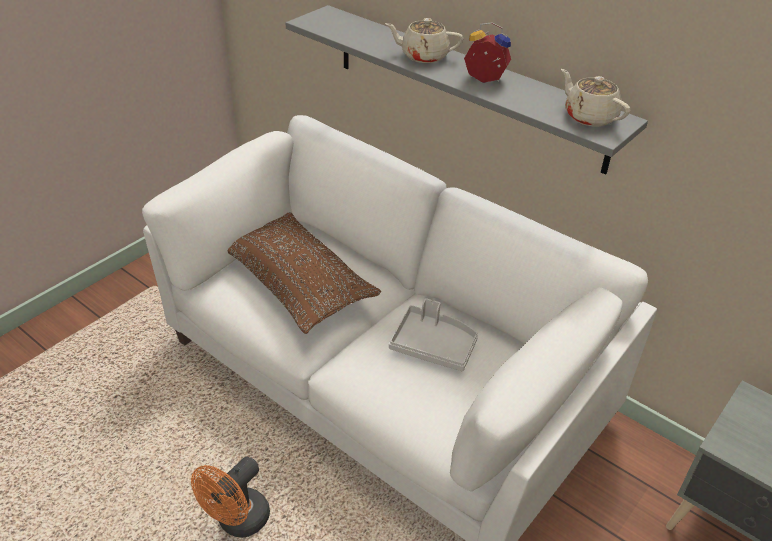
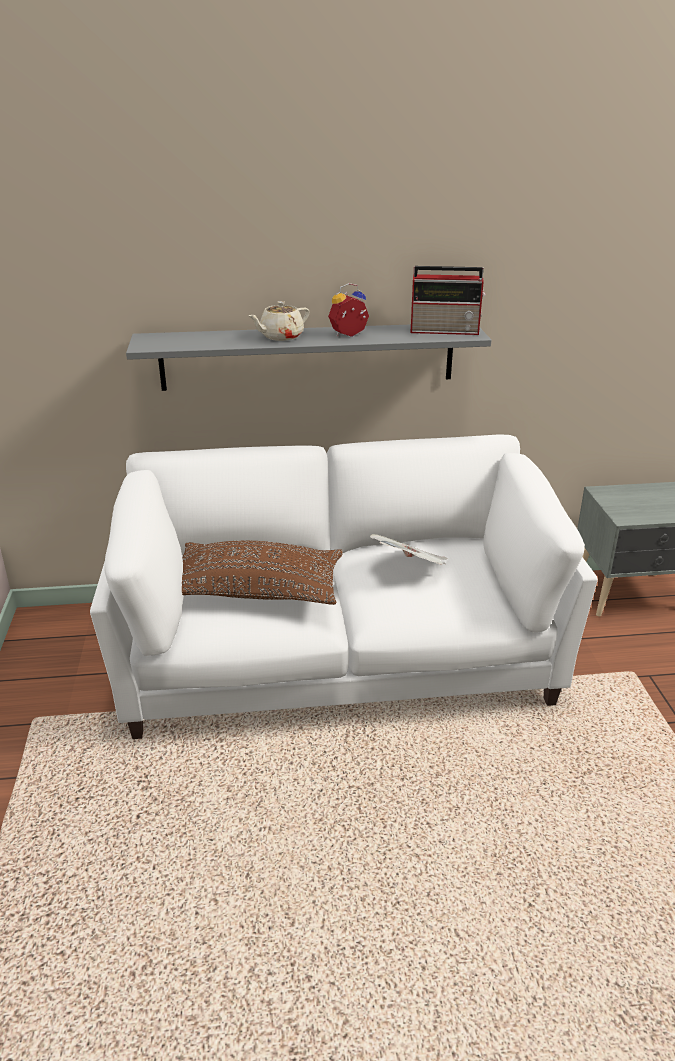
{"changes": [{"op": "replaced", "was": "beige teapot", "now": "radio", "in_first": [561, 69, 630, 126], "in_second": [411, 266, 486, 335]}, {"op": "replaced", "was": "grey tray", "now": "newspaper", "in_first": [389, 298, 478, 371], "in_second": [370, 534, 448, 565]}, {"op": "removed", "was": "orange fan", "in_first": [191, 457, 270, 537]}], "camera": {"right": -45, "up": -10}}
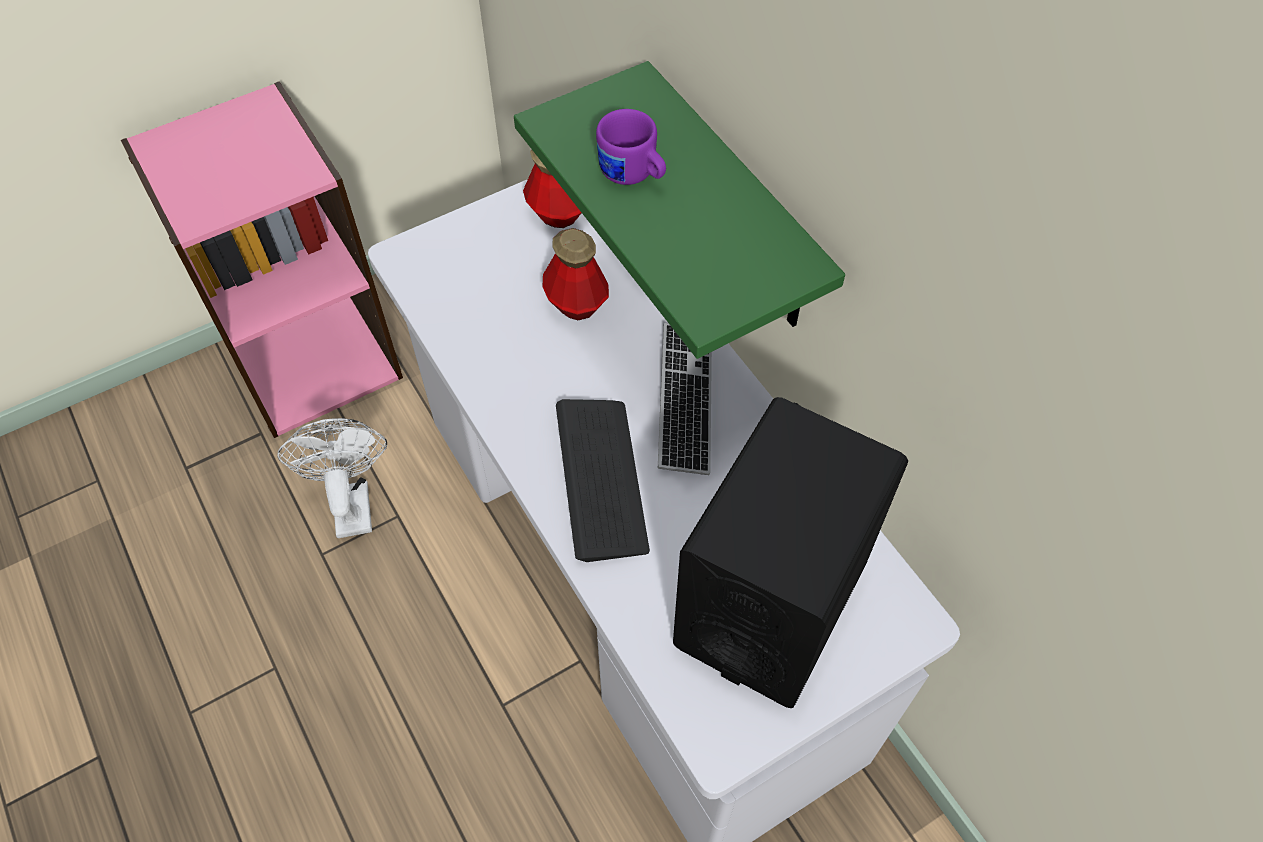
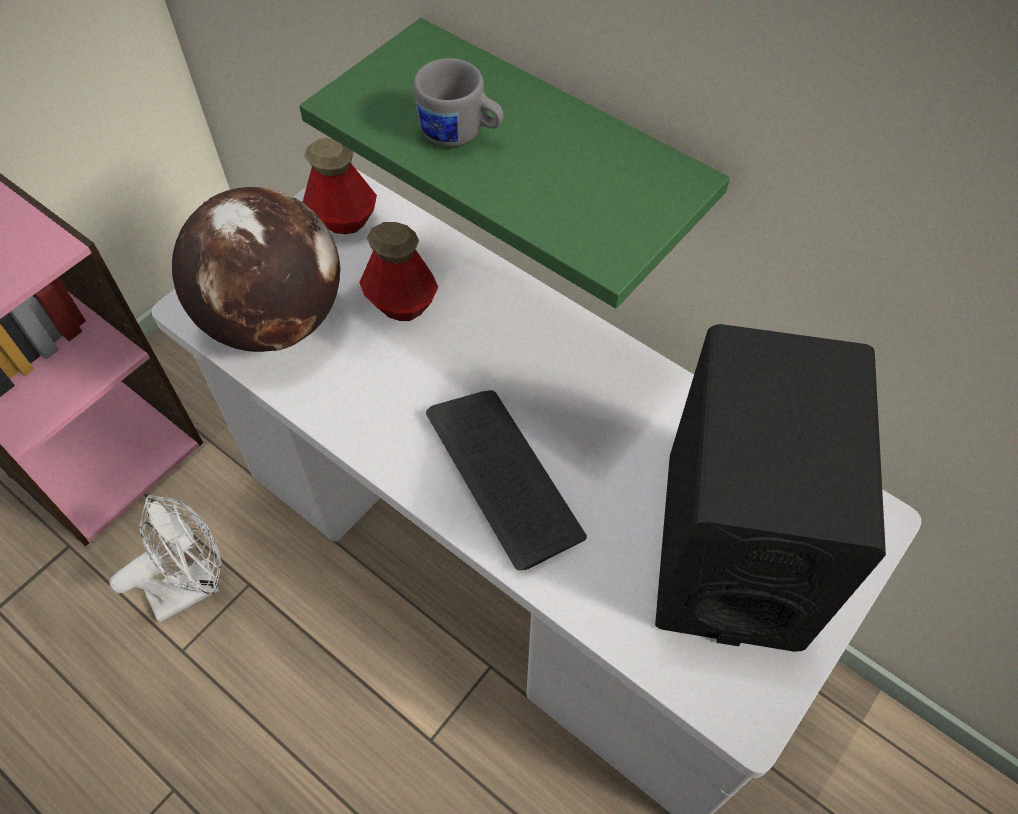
{"changes": [{"op": "recoloured", "was": "purple mug", "now": "grey mug", "in_first": [596, 109, 666, 185], "in_second": [413, 58, 504, 147]}, {"op": "removed", "was": "keyboard", "in_first": [658, 323, 712, 475]}, {"op": "turned", "was": "white fan", "in_first": [277, 418, 387, 538], "in_second": [109, 495, 222, 622], "clockwise": 90}, {"op": "added", "now": "globe", "in_second": [172, 187, 340, 352]}], "camera": {"right": -20, "up": 0}}
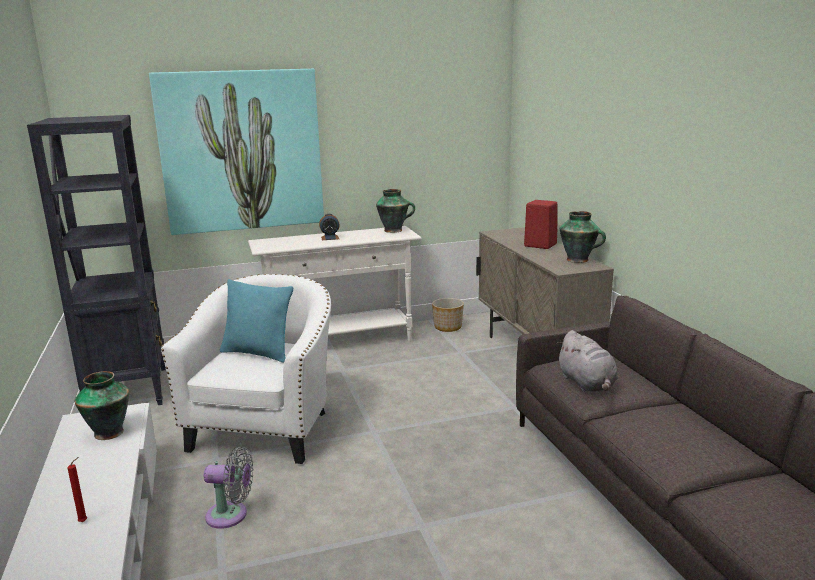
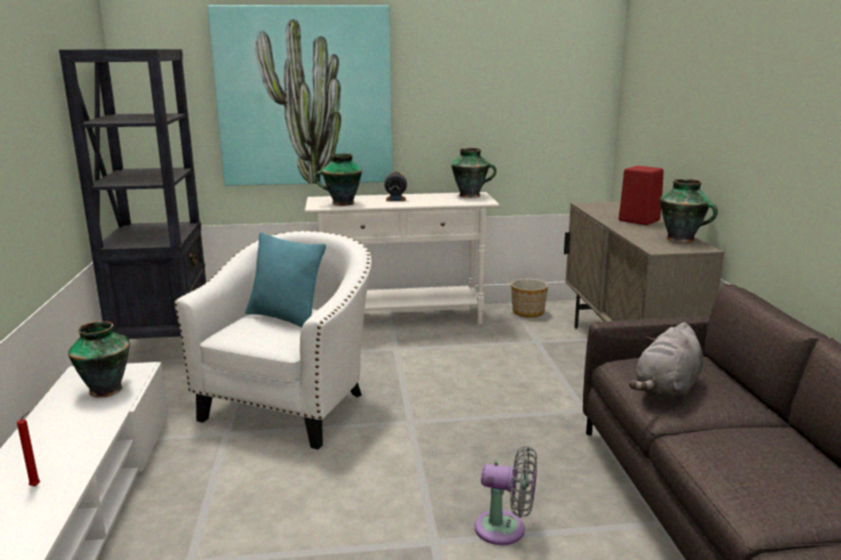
{"changes": [{"op": "turned", "was": "grey plush toy", "in_first": [556, 330, 618, 392], "in_second": [629, 322, 703, 402], "clockwise": 45}, {"op": "moved", "was": "grey fan", "in_first": [204, 447, 254, 529], "in_second": [475, 446, 537, 545]}, {"op": "added", "now": "vase", "in_second": [315, 154, 362, 206]}], "camera": {"right": 10, "up": 0}}
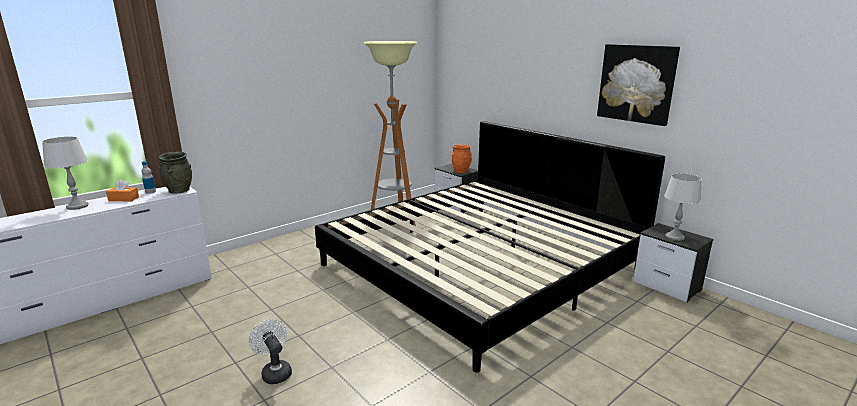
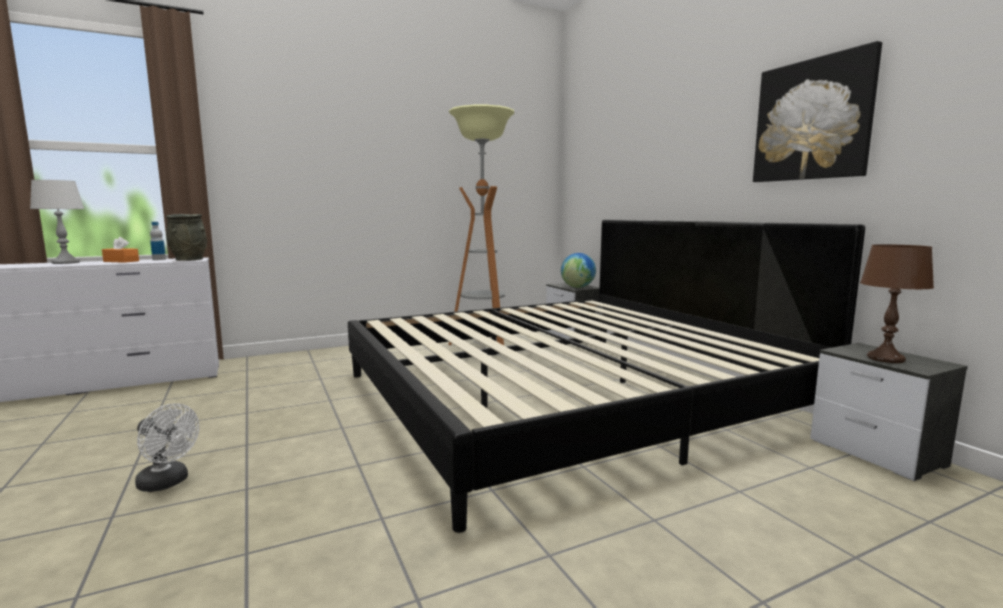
{"changes": [{"op": "replaced", "was": "orange vase", "now": "globe", "in_first": [452, 145, 472, 173], "in_second": [561, 253, 596, 288]}, {"op": "recoloured", "was": "grey table lamp", "now": "brown table lamp", "in_first": [664, 173, 702, 241], "in_second": [860, 244, 934, 363]}, {"op": "turned", "was": "white fan", "in_first": [249, 319, 292, 384], "in_second": [135, 403, 199, 492], "clockwise": 135}], "camera": {"right": 15, "up": -10}}
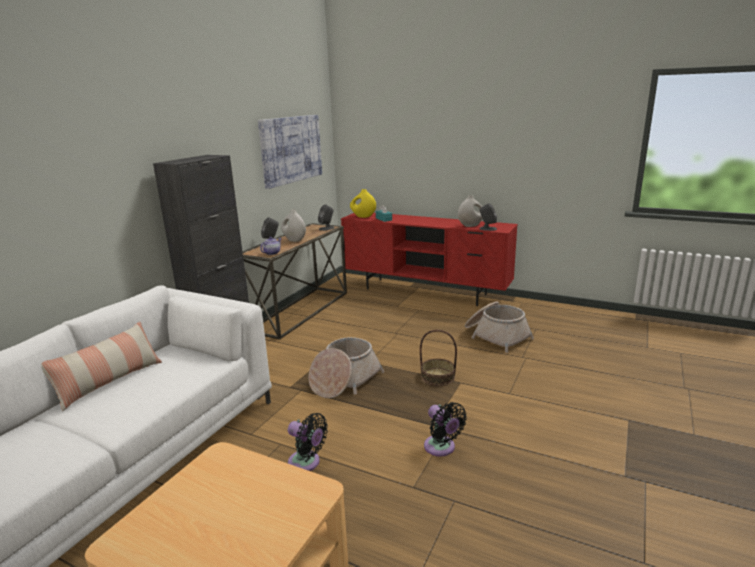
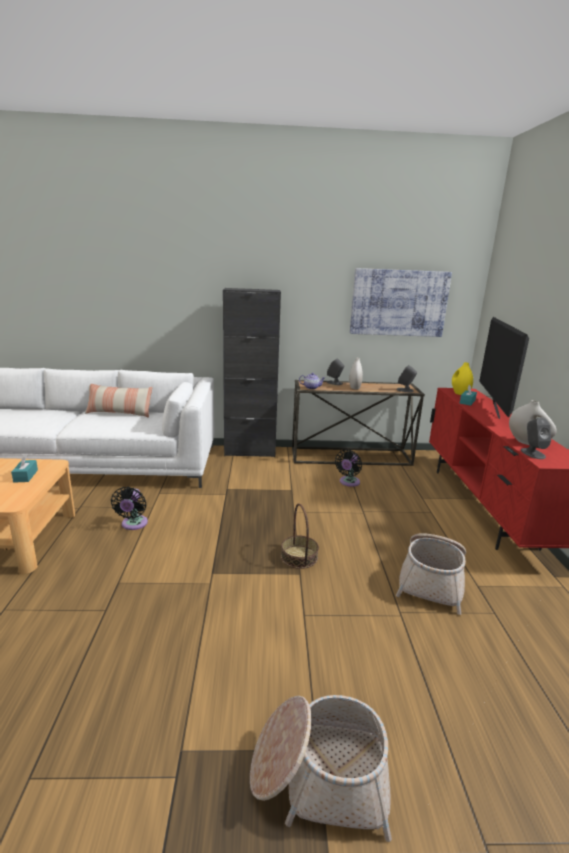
{"changes": [{"op": "moved", "was": "basket", "in_first": [309, 337, 384, 398], "in_second": [250, 695, 392, 842]}, {"op": "moved", "was": "black fan", "in_first": [424, 402, 467, 456], "in_second": [335, 450, 362, 487]}, {"op": "added", "now": "television", "in_second": [479, 317, 529, 419]}, {"op": "added", "now": "turquoise tissue box", "in_second": [11, 455, 38, 483]}], "camera": {"right": 60, "up": 0}}
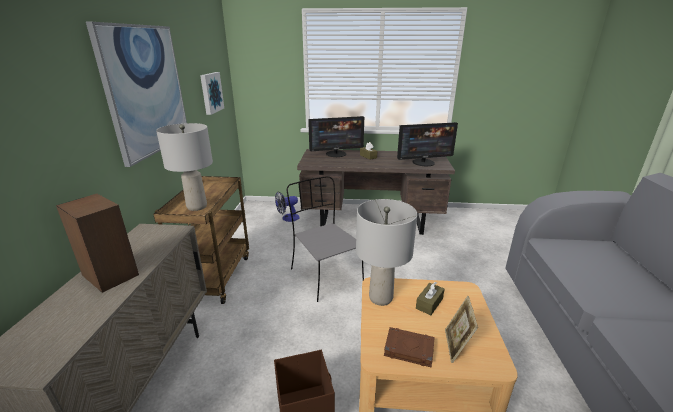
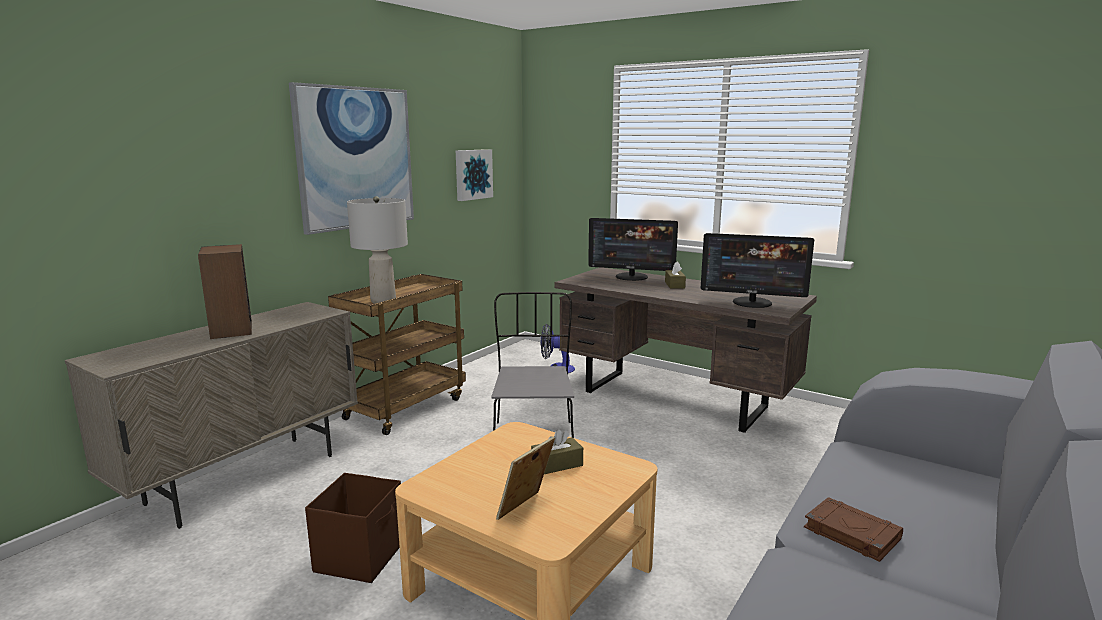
{"changes": [{"op": "removed", "was": "grey table lamp", "in_first": [356, 199, 417, 306]}, {"op": "moved", "was": "brown book", "in_first": [384, 327, 435, 368], "in_second": [804, 497, 903, 562]}], "camera": {"right": 30, "up": -10}}
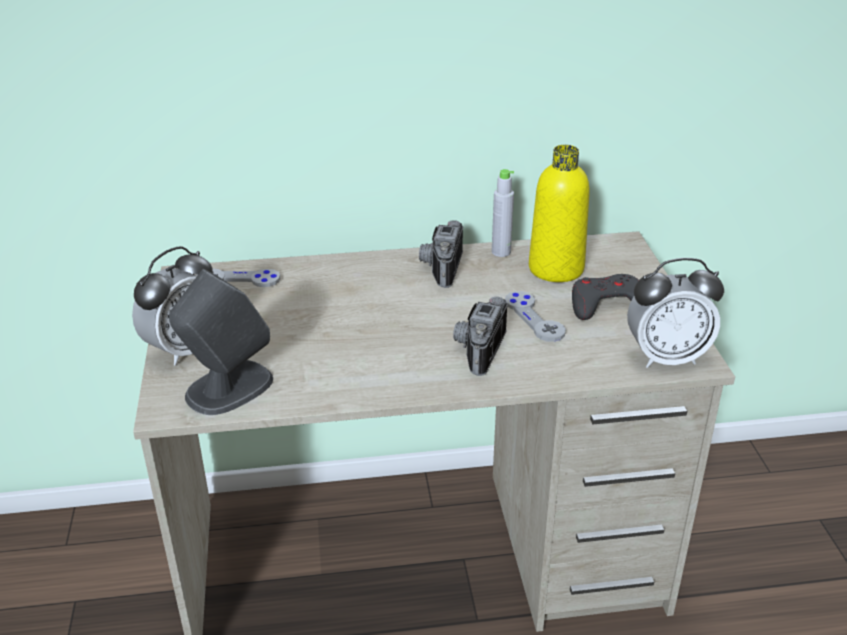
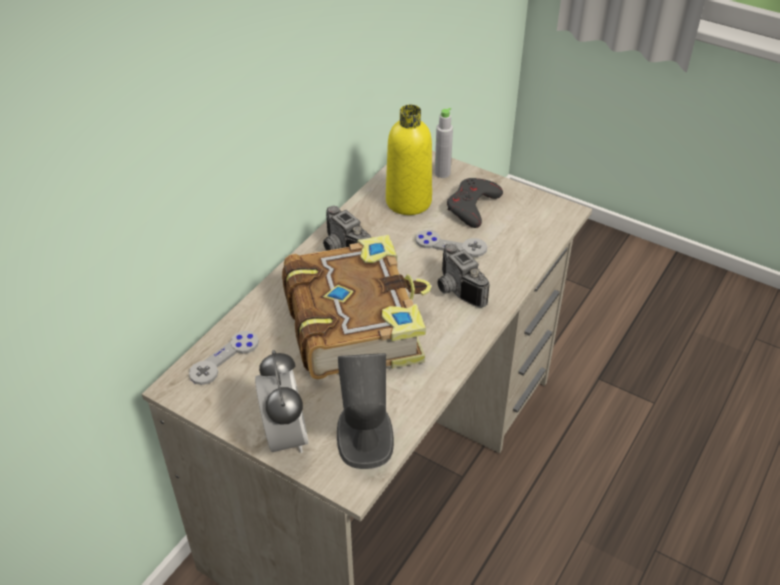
{"changes": [{"op": "moved", "was": "grey bottle", "in_first": [492, 169, 514, 257], "in_second": [435, 108, 453, 178]}, {"op": "removed", "was": "alarm clock", "in_first": [627, 258, 724, 368]}, {"op": "added", "now": "book", "in_second": [282, 235, 431, 380]}], "camera": {"right": -50, "up": 10}}
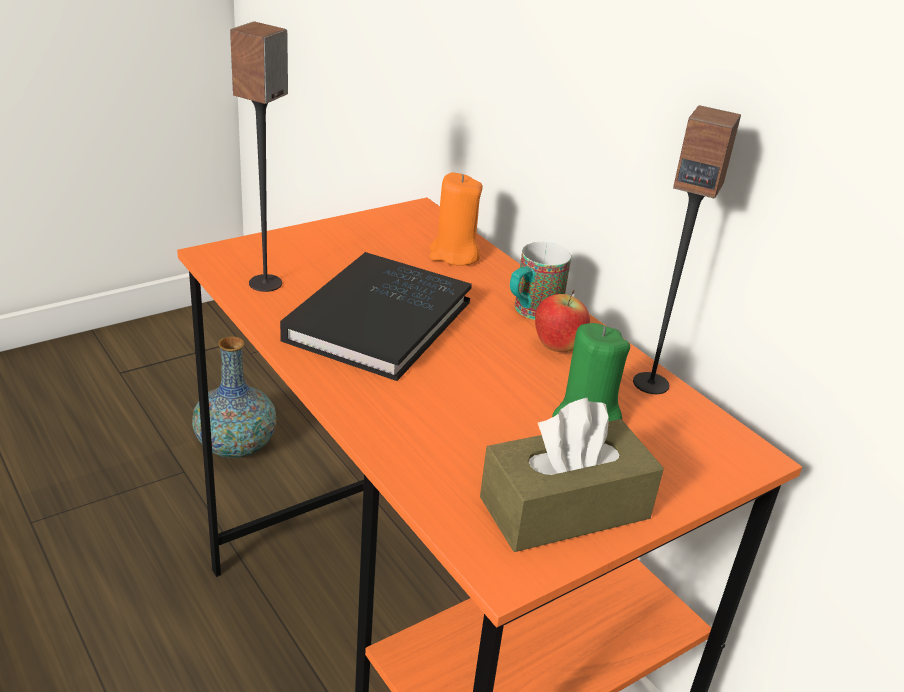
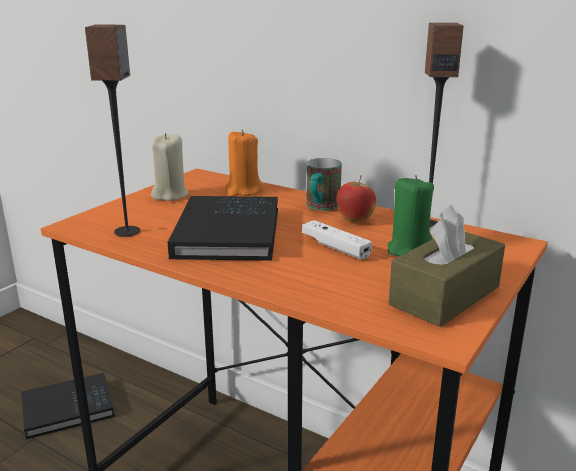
{"changes": [{"op": "replaced", "was": "vase", "now": "black book", "in_first": [192, 336, 277, 458], "in_second": [21, 373, 115, 439]}, {"op": "added", "now": "beige candle", "in_second": [151, 133, 189, 201]}, {"op": "added", "now": "white game controller", "in_second": [302, 220, 372, 260]}], "camera": {"right": -20, "up": -10}}
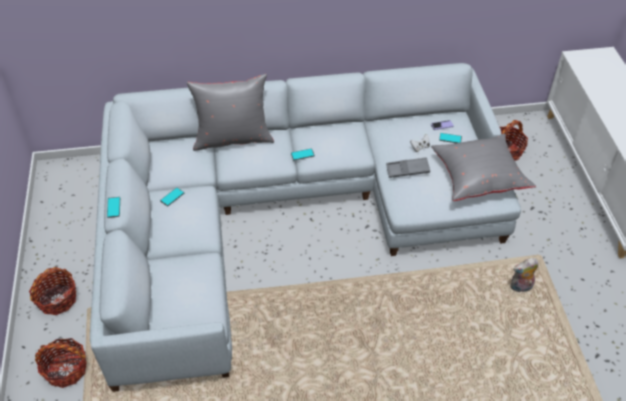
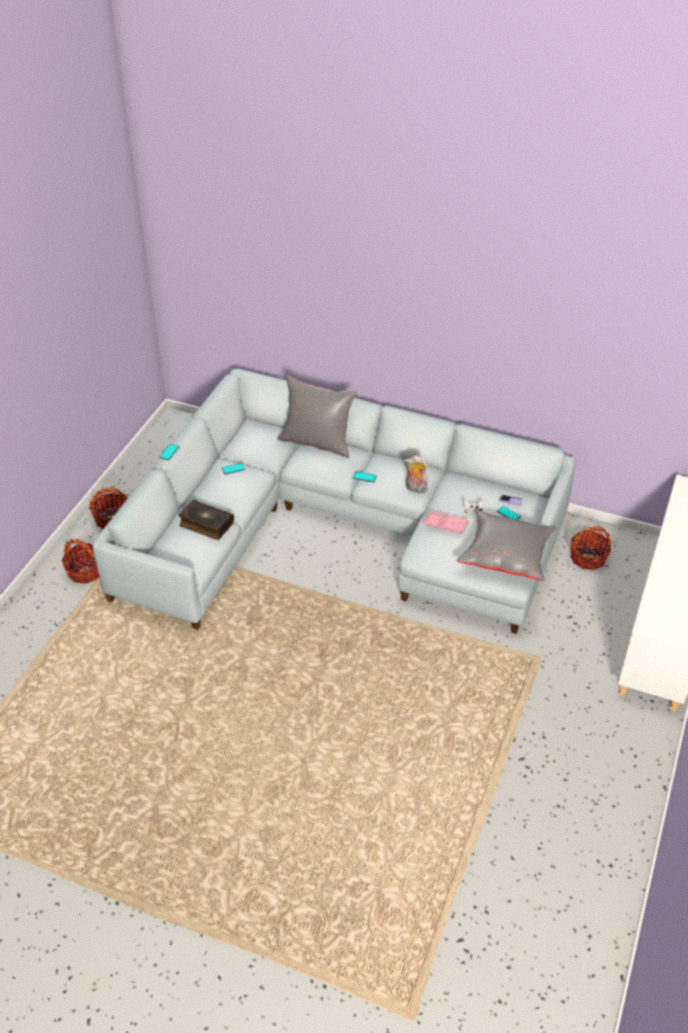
{"changes": [{"op": "recoloured", "was": "grey tray", "now": "pink tray", "in_first": [386, 157, 430, 178], "in_second": [424, 511, 469, 534]}, {"op": "moved", "was": "plush toy", "in_first": [510, 258, 538, 292], "in_second": [403, 456, 428, 494]}, {"op": "added", "now": "book", "in_second": [179, 499, 234, 540]}], "camera": {"right": 30, "up": -5}}
